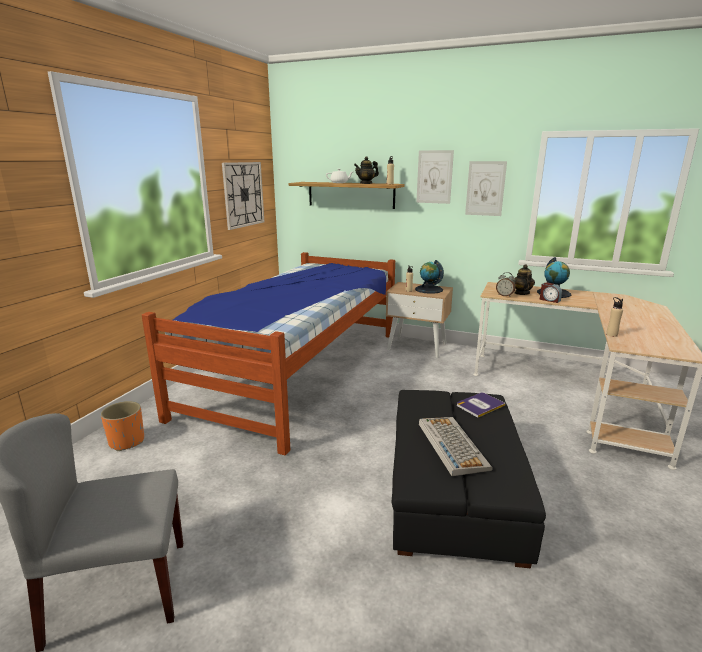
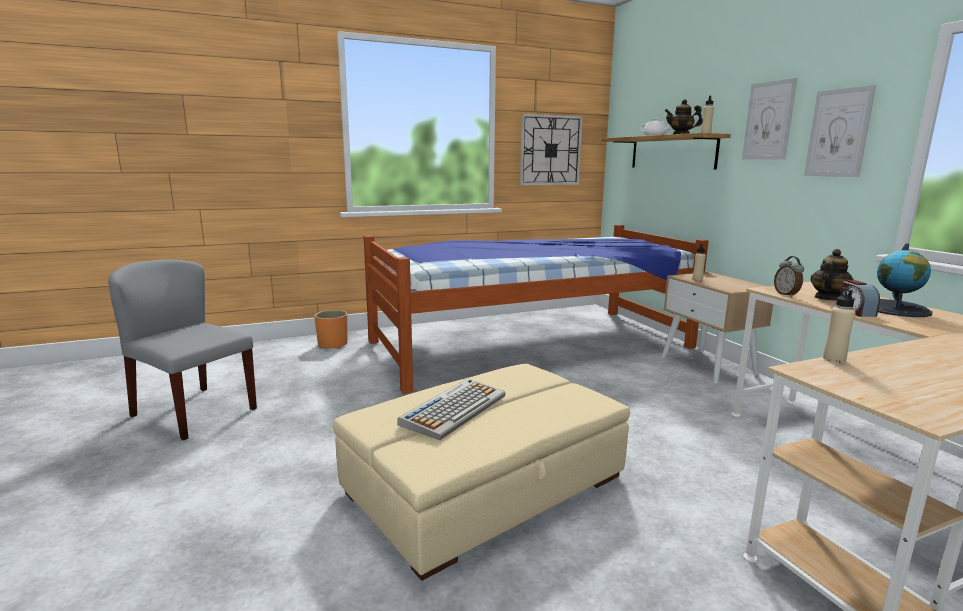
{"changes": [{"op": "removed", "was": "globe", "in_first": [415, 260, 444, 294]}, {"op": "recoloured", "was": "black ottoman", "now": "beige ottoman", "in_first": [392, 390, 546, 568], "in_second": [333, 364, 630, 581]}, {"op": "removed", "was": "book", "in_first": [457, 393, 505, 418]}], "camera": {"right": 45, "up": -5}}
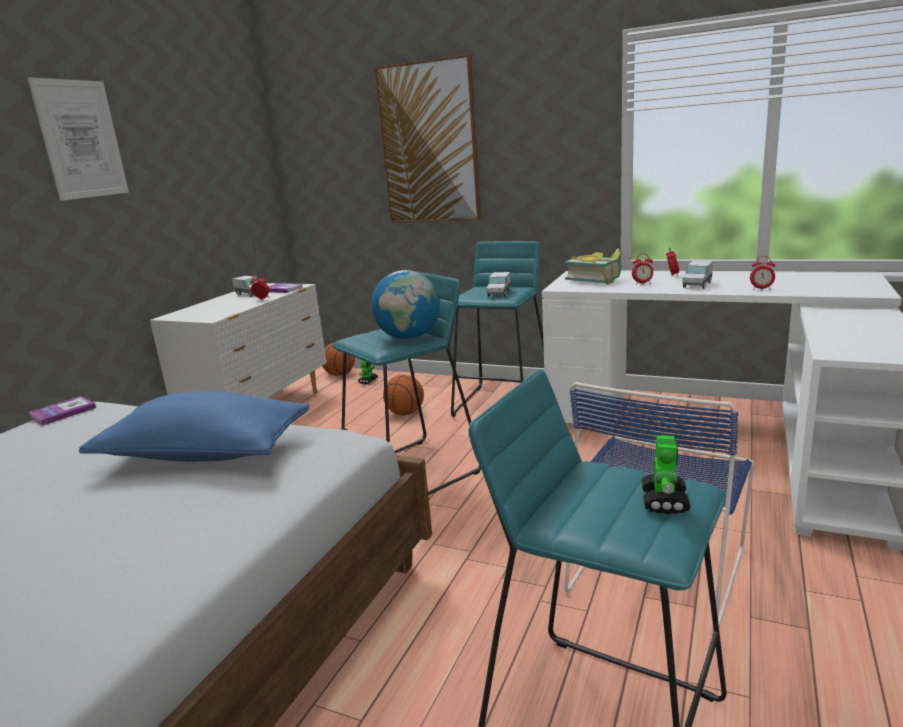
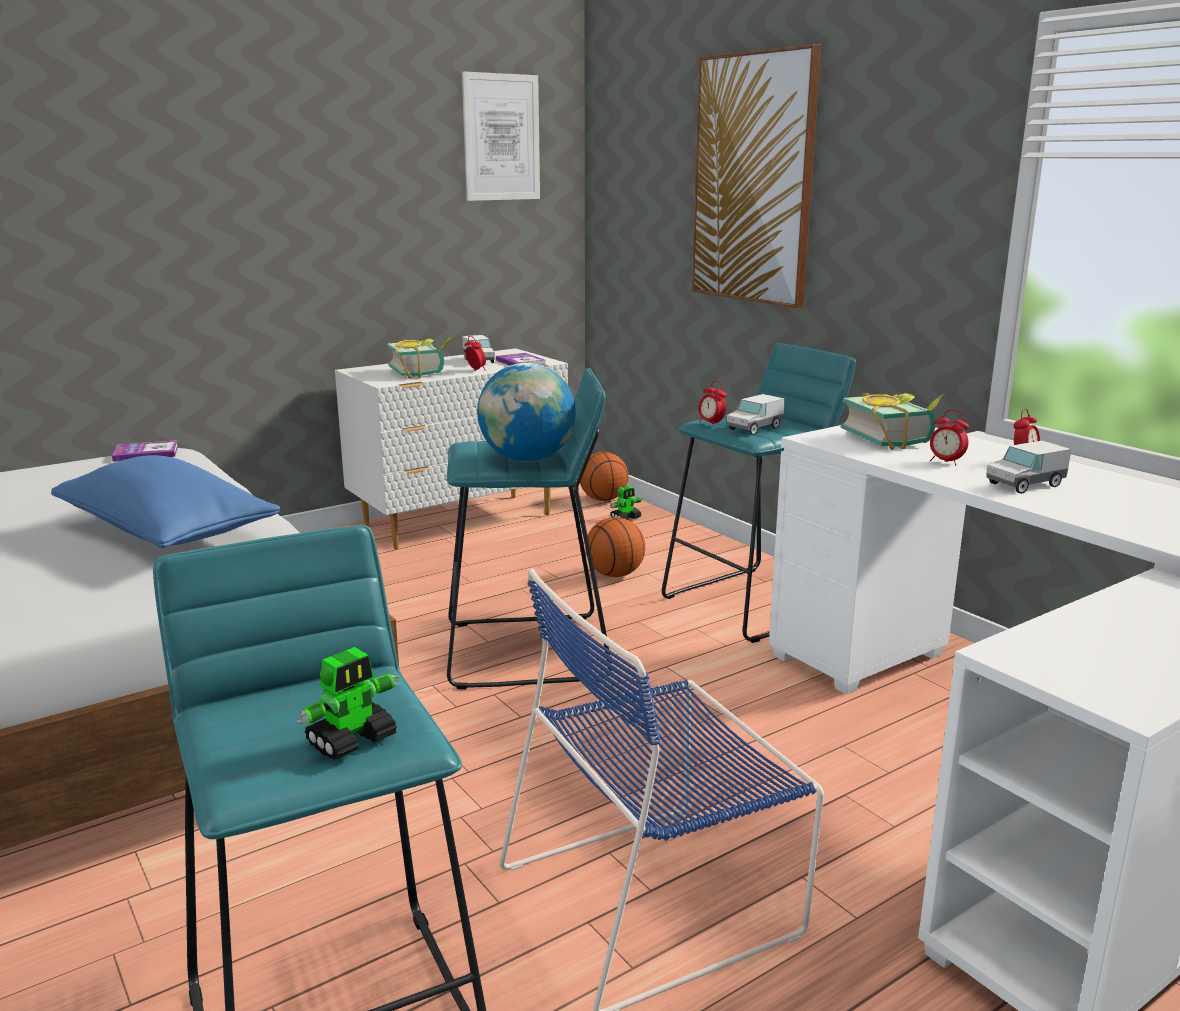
{"changes": [{"op": "moved", "was": "picture", "in_first": [28, 78, 129, 201], "in_second": [462, 71, 540, 201]}, {"op": "moved", "was": "alarm clock", "in_first": [750, 256, 775, 290], "in_second": [699, 381, 727, 427]}, {"op": "added", "now": "book", "in_second": [387, 338, 454, 378]}], "camera": {"right": 30, "up": 0}}
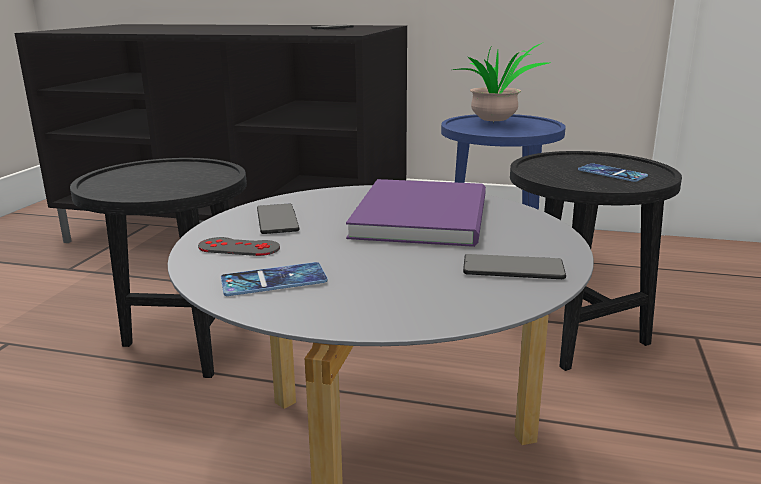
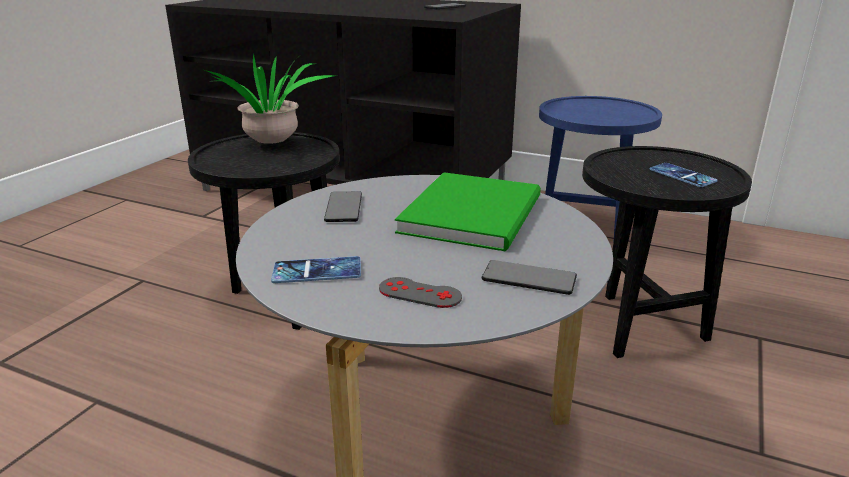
{"changes": [{"op": "moved", "was": "potted plant", "in_first": [453, 43, 549, 124], "in_second": [205, 53, 336, 144]}, {"op": "recoloured", "was": "purple book", "now": "green book", "in_first": [346, 179, 486, 247], "in_second": [395, 172, 541, 251]}, {"op": "moved", "was": "grey game controller", "in_first": [198, 237, 280, 256], "in_second": [379, 277, 462, 308]}], "camera": {"right": 10, "up": 5}}
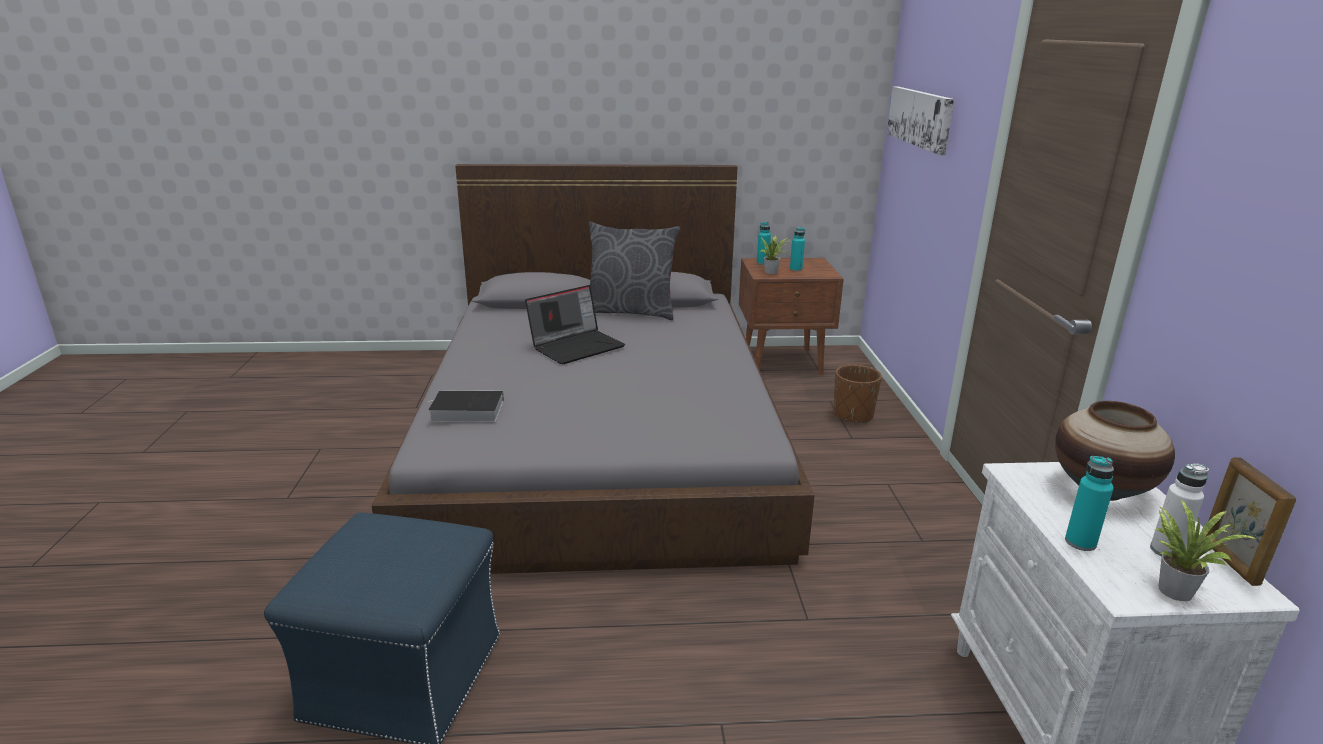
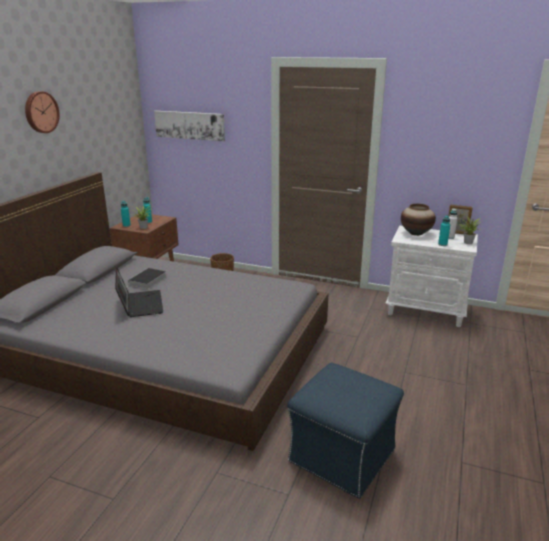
{"changes": [{"op": "removed", "was": "grey pillow", "in_first": [589, 222, 680, 320]}, {"op": "moved", "was": "book", "in_first": [428, 390, 504, 422], "in_second": [127, 268, 166, 290]}, {"op": "added", "now": "wall clock", "in_second": [25, 91, 60, 133]}], "camera": {"right": -65, "up": 0}}
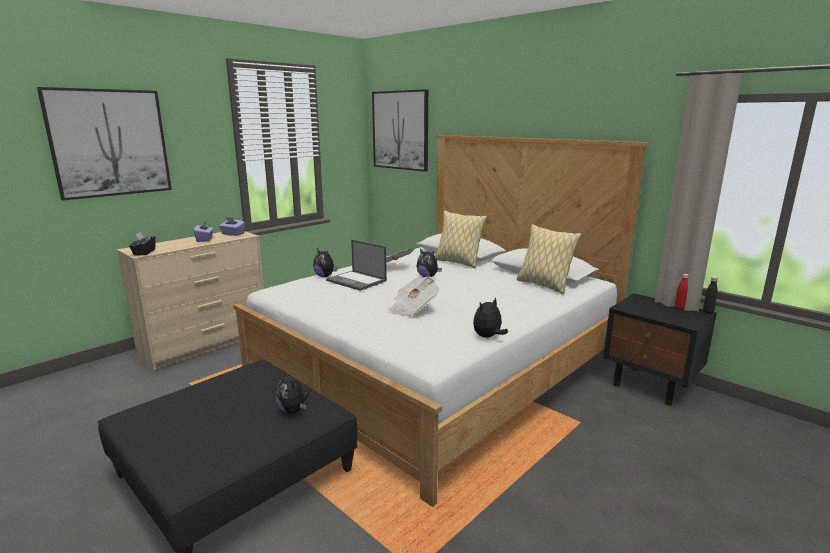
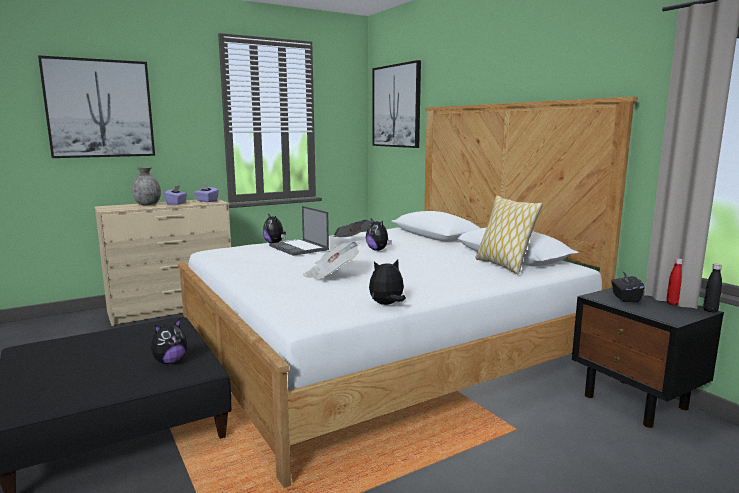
{"changes": [{"op": "removed", "was": "pillow", "in_first": [435, 211, 487, 268]}, {"op": "moved", "was": "black tissue box", "in_first": [129, 232, 156, 255], "in_second": [611, 271, 644, 302]}, {"op": "turned", "was": "plush toy", "in_first": [276, 371, 309, 414], "in_second": [151, 319, 187, 364], "clockwise": -120}, {"op": "added", "now": "grey vase", "in_second": [132, 167, 161, 205]}], "camera": {"right": 15, "up": -5}}
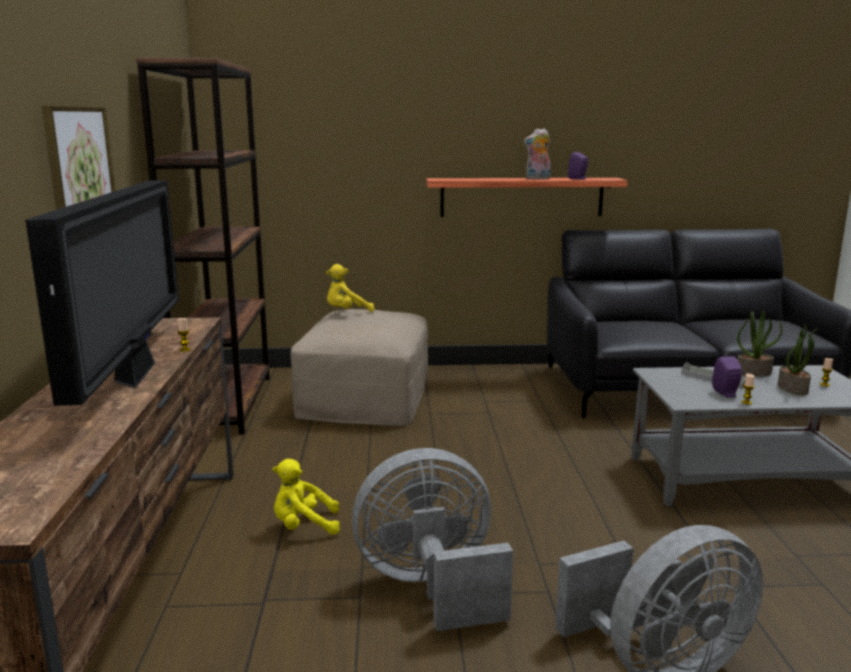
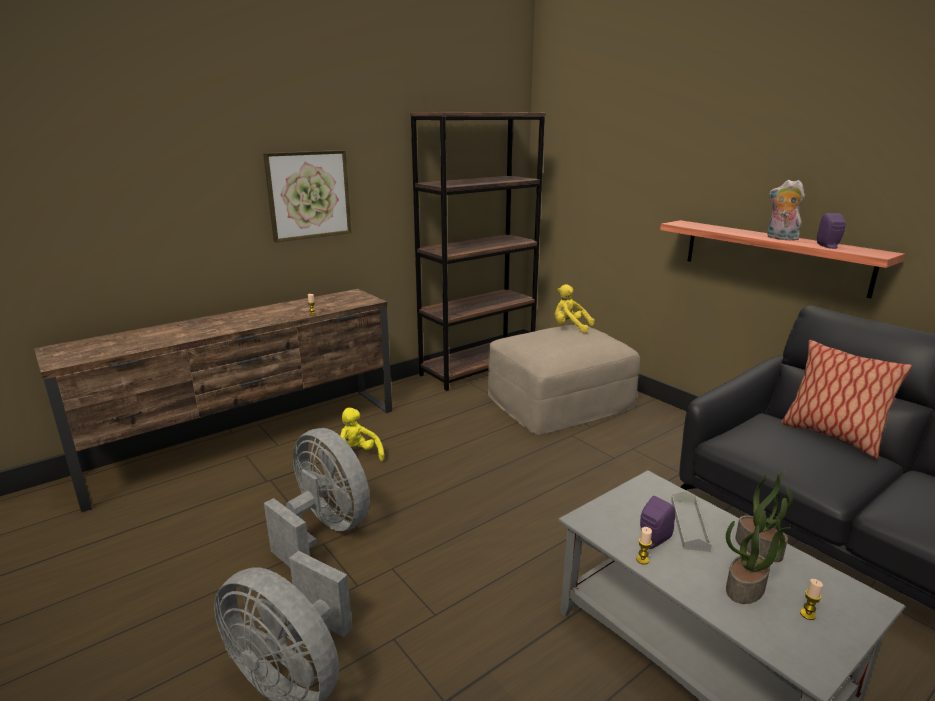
{"changes": [{"op": "removed", "was": "television", "in_first": [25, 180, 179, 406]}, {"op": "added", "now": "pillow", "in_second": [781, 340, 912, 459]}], "camera": {"right": 55, "up": 5}}
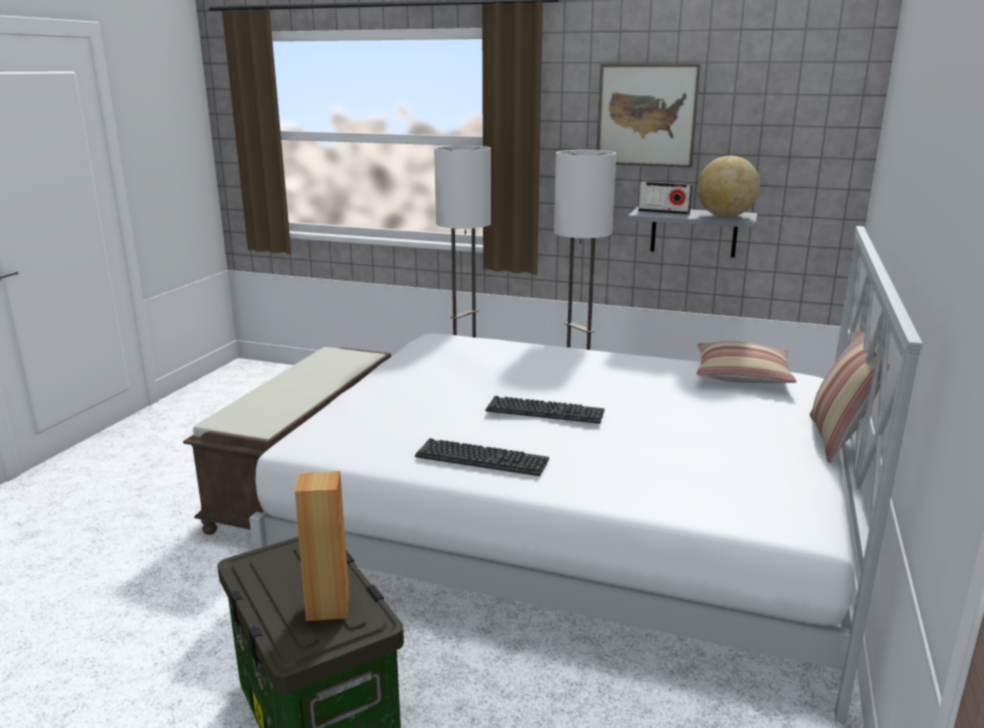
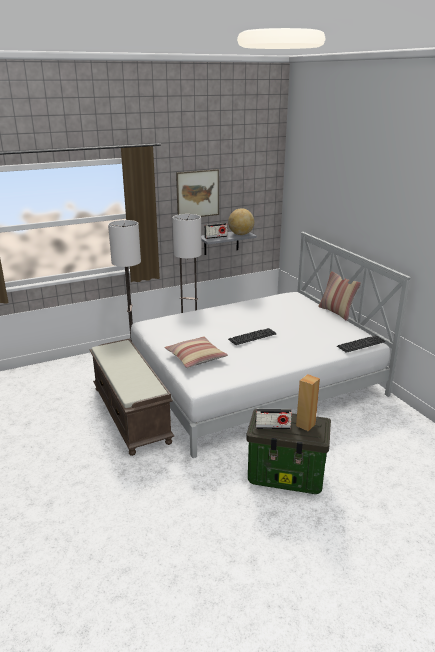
{"changes": [{"op": "moved", "was": "pillow", "in_first": [696, 341, 797, 383], "in_second": [164, 336, 228, 368]}, {"op": "moved", "was": "keyboard", "in_first": [415, 438, 549, 476], "in_second": [337, 336, 385, 353]}, {"op": "added", "now": "radio", "in_second": [255, 409, 292, 429]}], "camera": {"right": -45, "up": 5}}
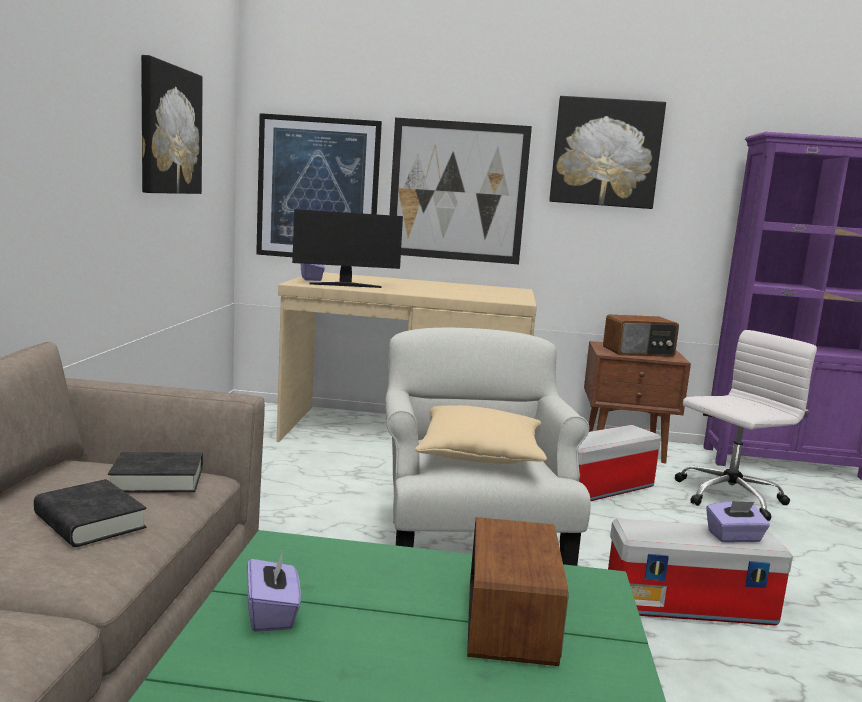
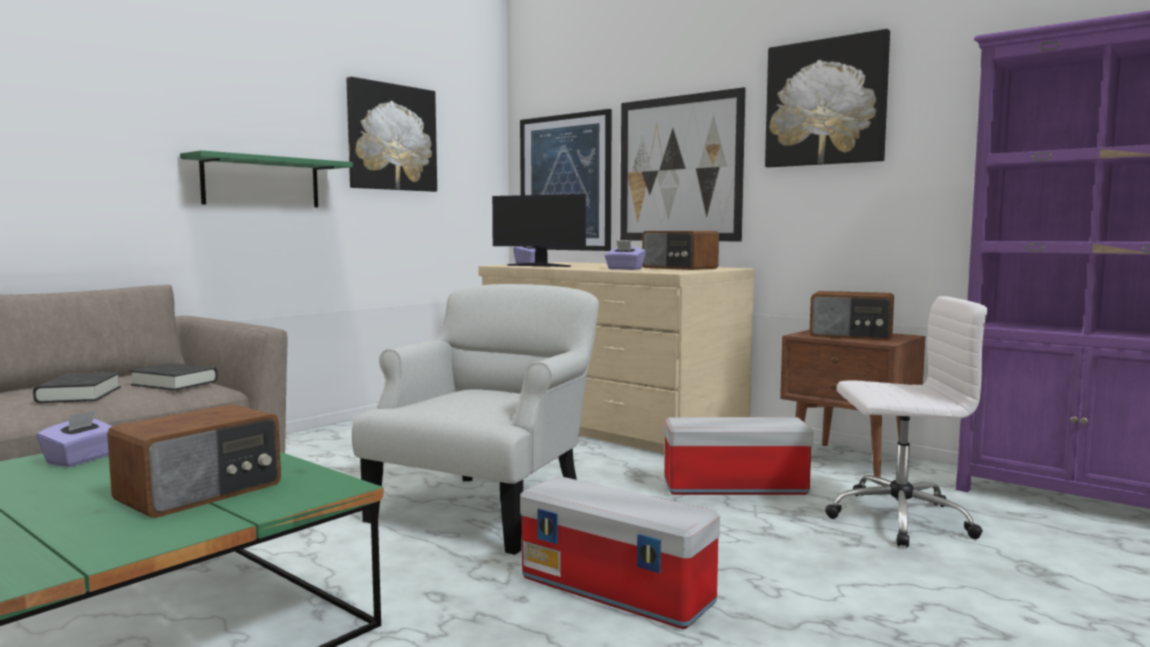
{"changes": [{"op": "removed", "was": "beige pillow", "in_first": [415, 405, 547, 464]}, {"op": "moved", "was": "purple tissue box", "in_first": [706, 501, 770, 543], "in_second": [604, 241, 646, 270]}, {"op": "added", "now": "green shelf", "in_second": [180, 150, 353, 207]}, {"op": "added", "now": "radio", "in_second": [642, 231, 719, 270]}], "camera": {"right": 35, "up": -5}}
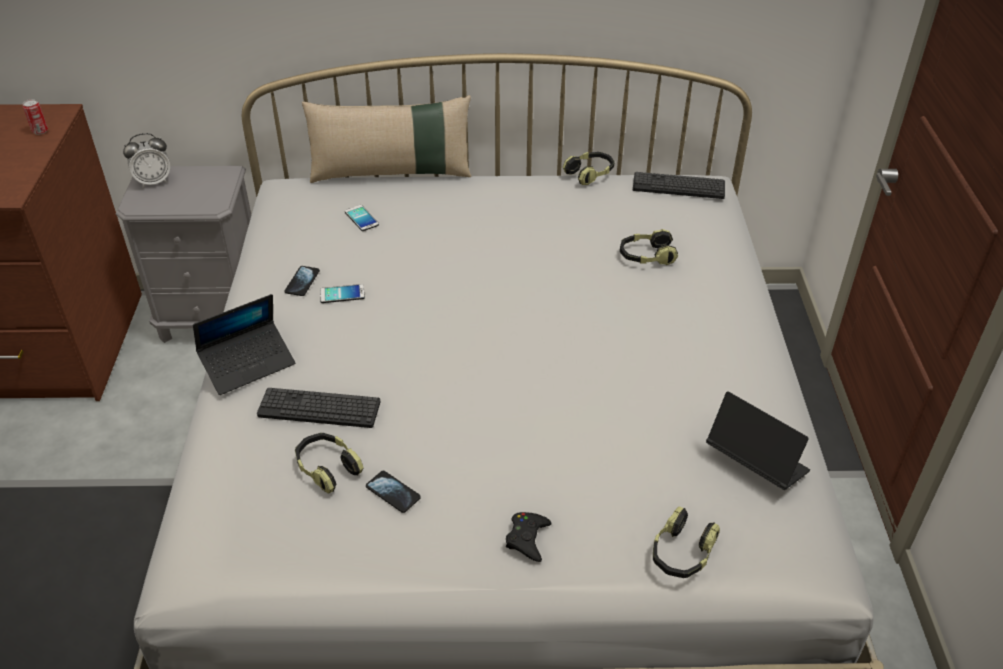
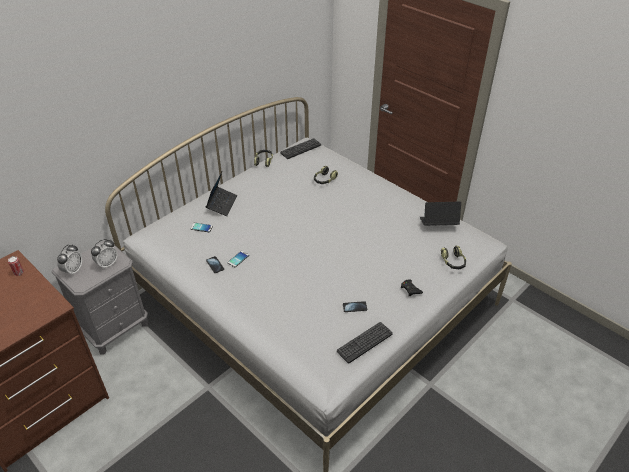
{"changes": [{"op": "removed", "was": "beige pillow", "in_first": [302, 95, 471, 183]}, {"op": "moved", "was": "laptop", "in_first": [193, 294, 295, 395], "in_second": [206, 172, 237, 216]}, {"op": "moved", "was": "keyboard", "in_first": [257, 388, 380, 428], "in_second": [337, 322, 393, 364]}, {"op": "removed", "was": "headphones", "in_first": [295, 433, 364, 494]}, {"op": "added", "now": "alarm clock", "in_second": [91, 239, 118, 269]}], "camera": {"right": -45, "up": 0}}
